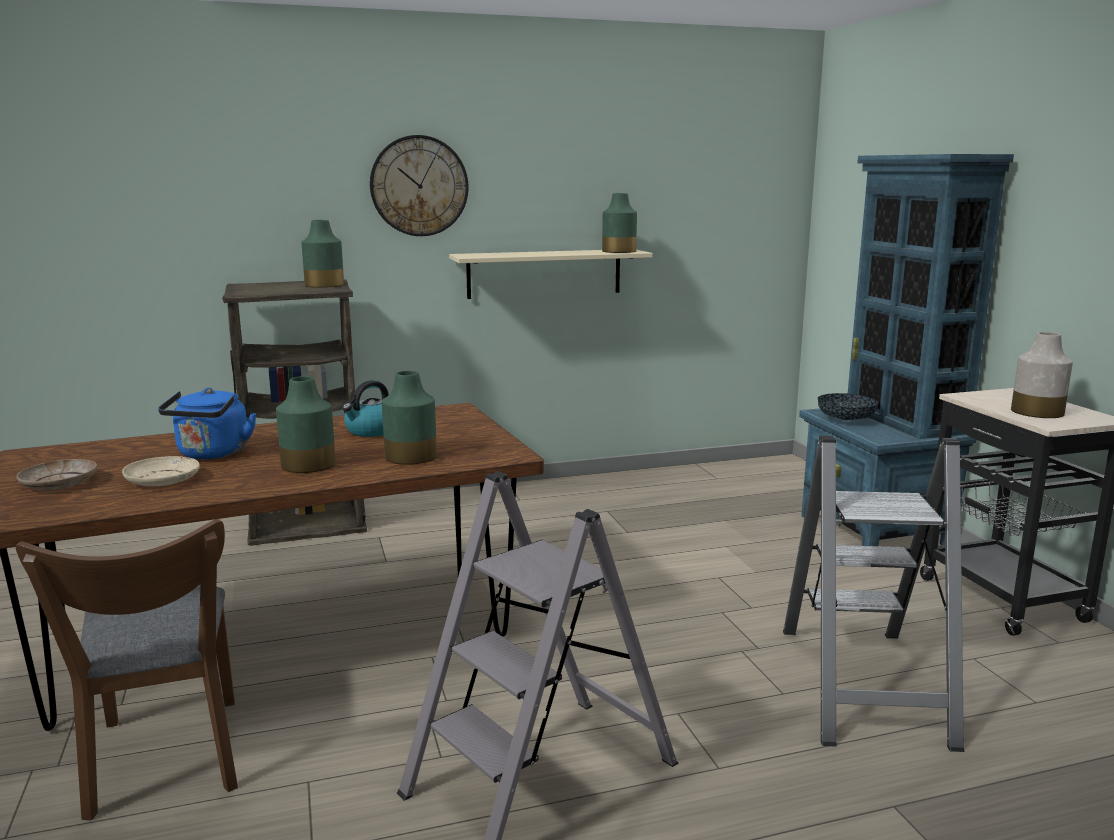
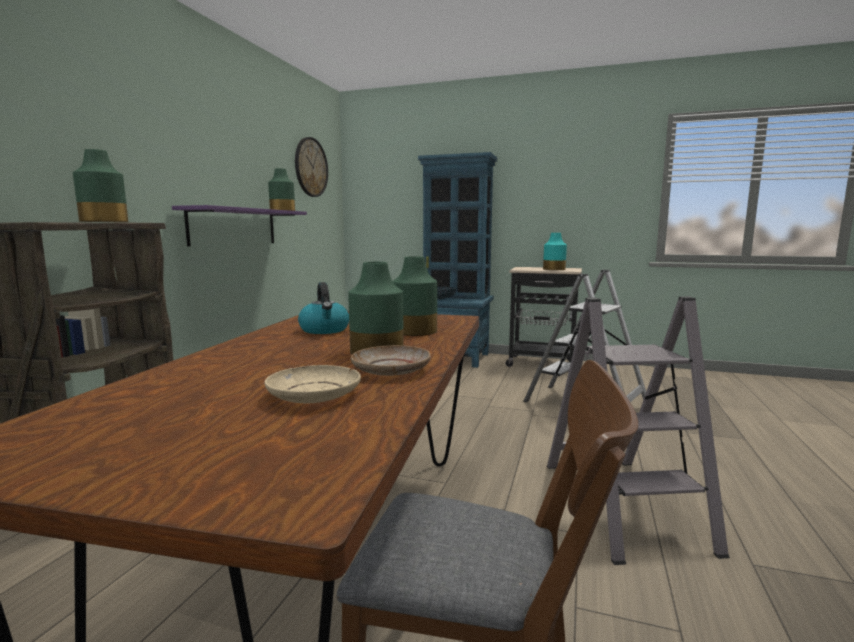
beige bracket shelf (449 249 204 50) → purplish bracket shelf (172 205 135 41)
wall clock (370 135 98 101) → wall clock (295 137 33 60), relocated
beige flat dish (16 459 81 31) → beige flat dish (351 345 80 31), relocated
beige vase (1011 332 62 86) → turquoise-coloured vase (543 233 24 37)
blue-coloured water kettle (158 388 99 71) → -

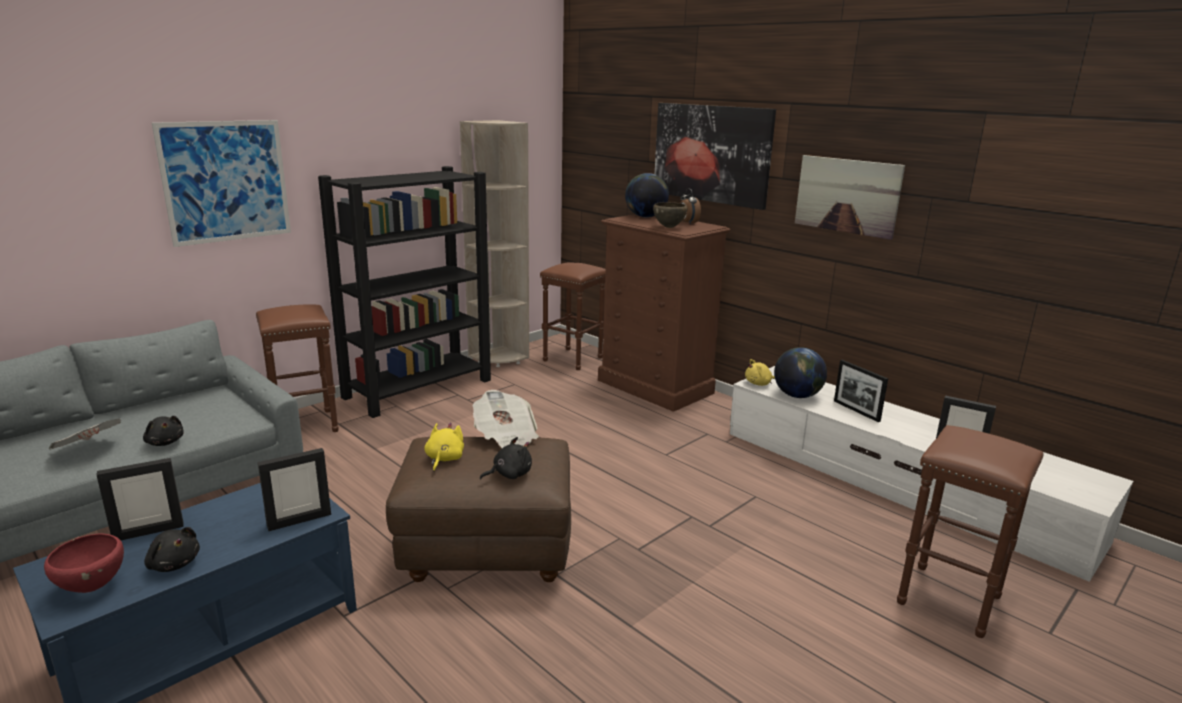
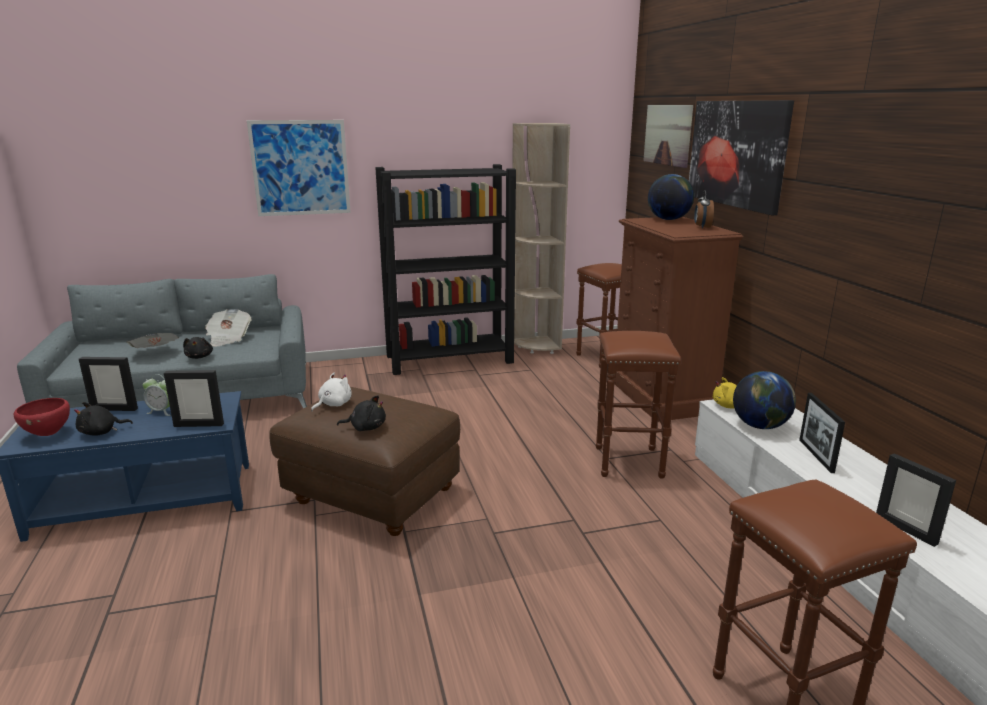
black cuddly toy (144 527 56 45) → black cuddly toy (74 402 59 34), 90 degrees clockwise
- → table clock (143 374 27 42)
daily paper (473 390 66 58) → daily paper (205 309 46 37), relocated
yellowish cuddly toy (424 422 40 50) → white cuddly toy (311 373 41 38)
brownish sitting stool (256 304 83 128) → brownish sitting stool (596 331 85 148), relocated
picture (795 155 110 85) → picture (643 105 50 63), relocated
brownish deep dish (653 202 35 26) → -

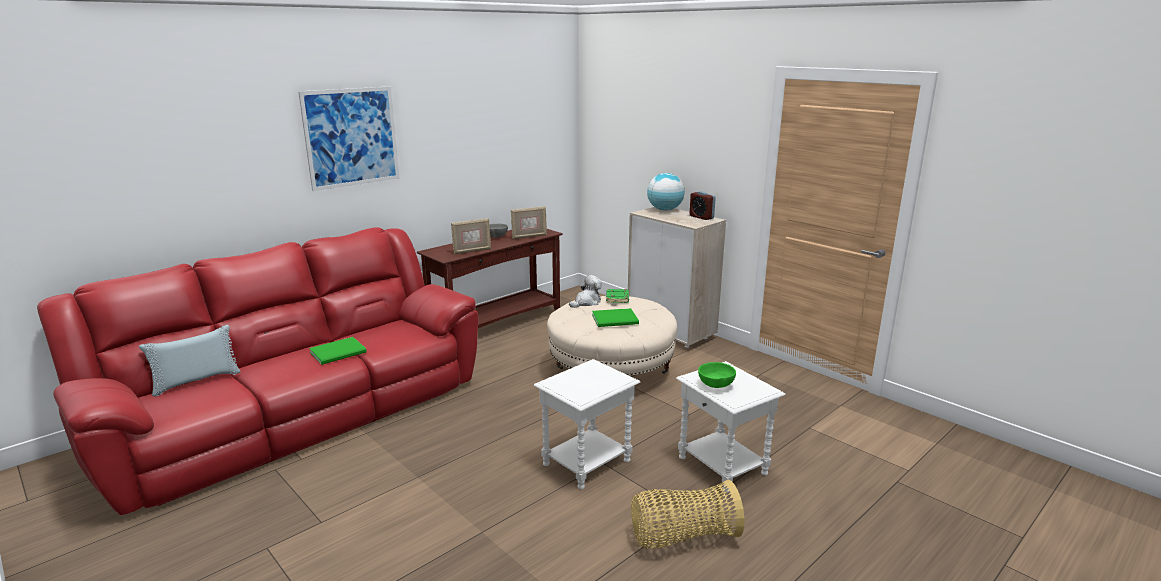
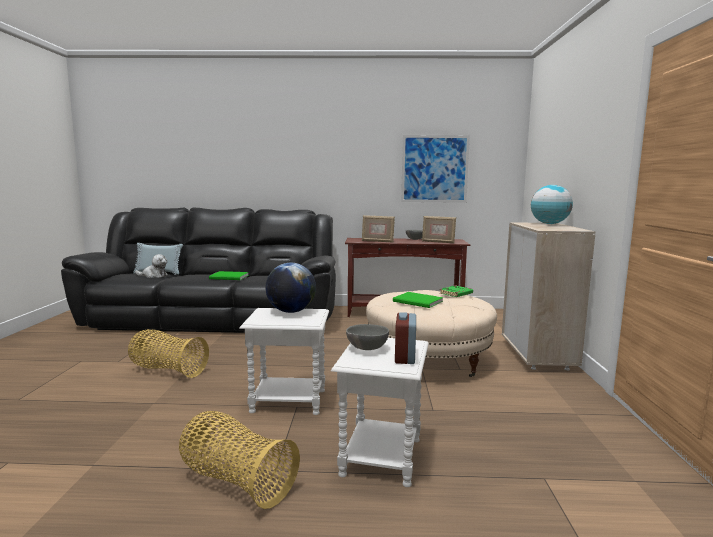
red-coloured sofa (37 227 441 288) → black sofa (61 208 275 125)
- → household basket (128 329 81 49)
cuddly toy (569 275 33 33) → cuddly toy (135 254 33 24), relocated
- → desk globe (265 263 51 50)
green-coloured deep dish (698 362 38 26) → gray deep dish (346 324 43 26)
table clock (690 191 26 29) → table clock (395 312 21 52), relocated
picture (298 87 101 104) → picture (401 135 69 68), relocated

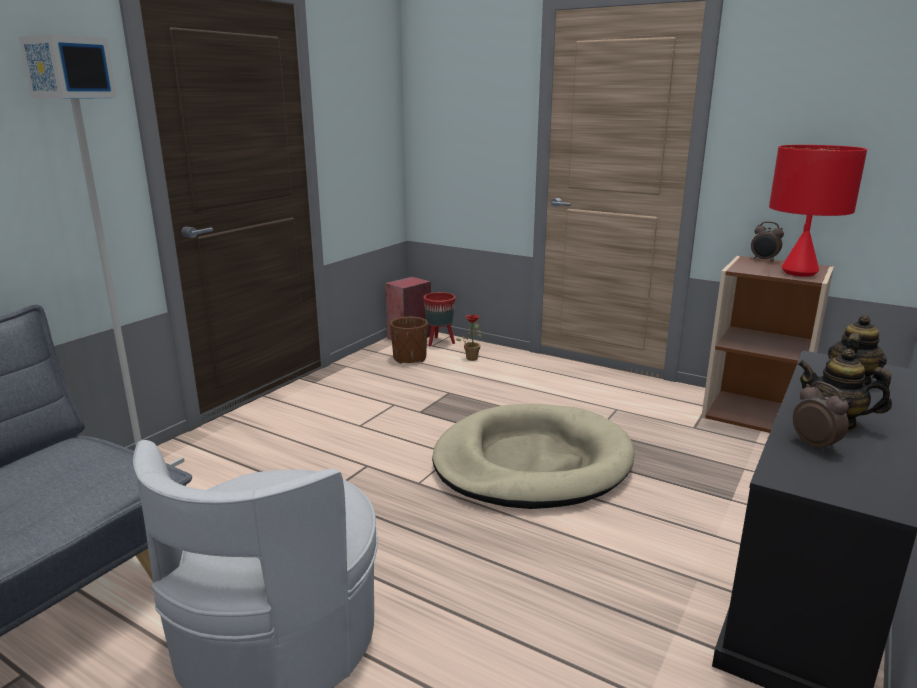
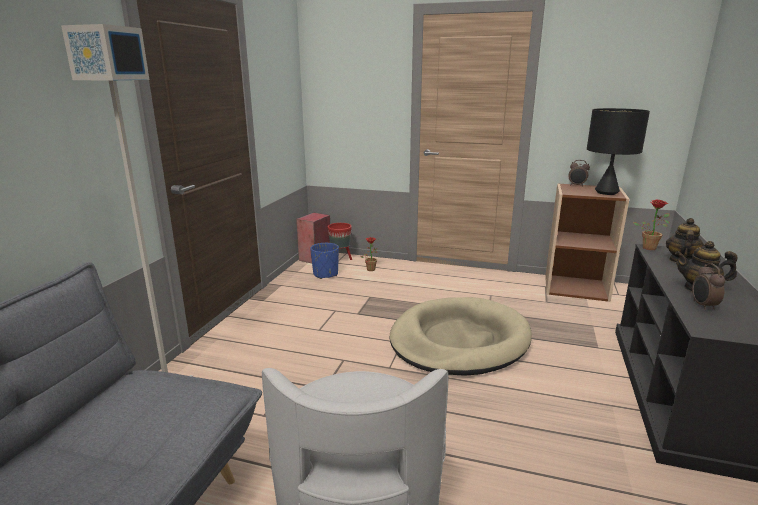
brownish plant pot (390 317 38 47) → blue-coloured plant pot (310 243 29 36)
red-coloured table lamp (769 145 98 132) → black table lamp (587 108 63 87)
- → plant in a pot (633 200 37 50)
table clock (793 381 56 71) → table clock (692 263 33 47), 135 degrees counterclockwise

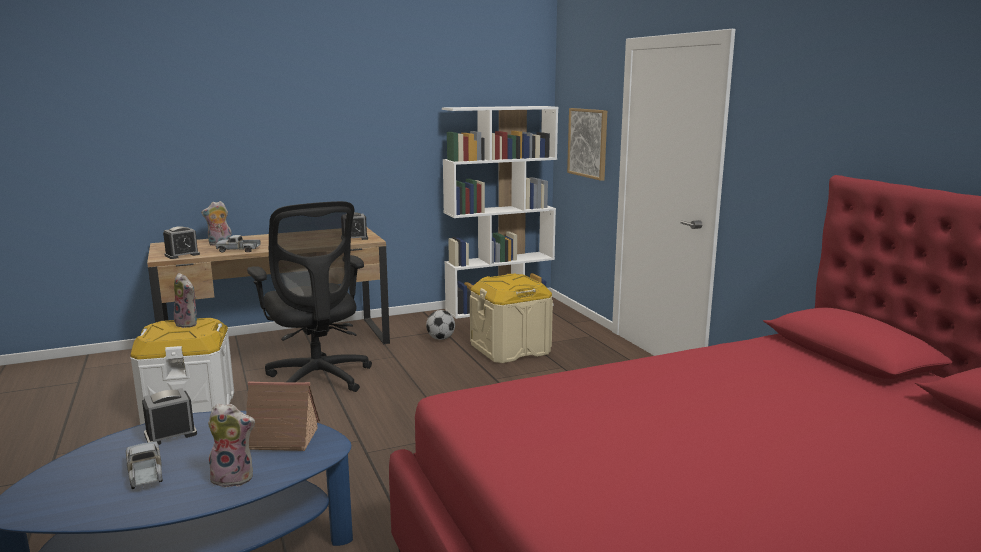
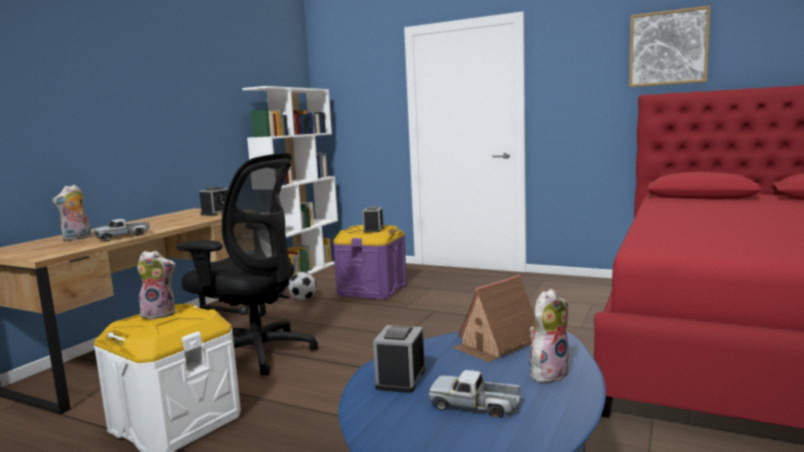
beige storage box (470 274 83 89) → purplish storage box (333 225 74 74)
table clock (163 226 37 33) → table clock (362 206 22 26), relocated
picture (567 108 40 73) → picture (629 6 81 81), relocated

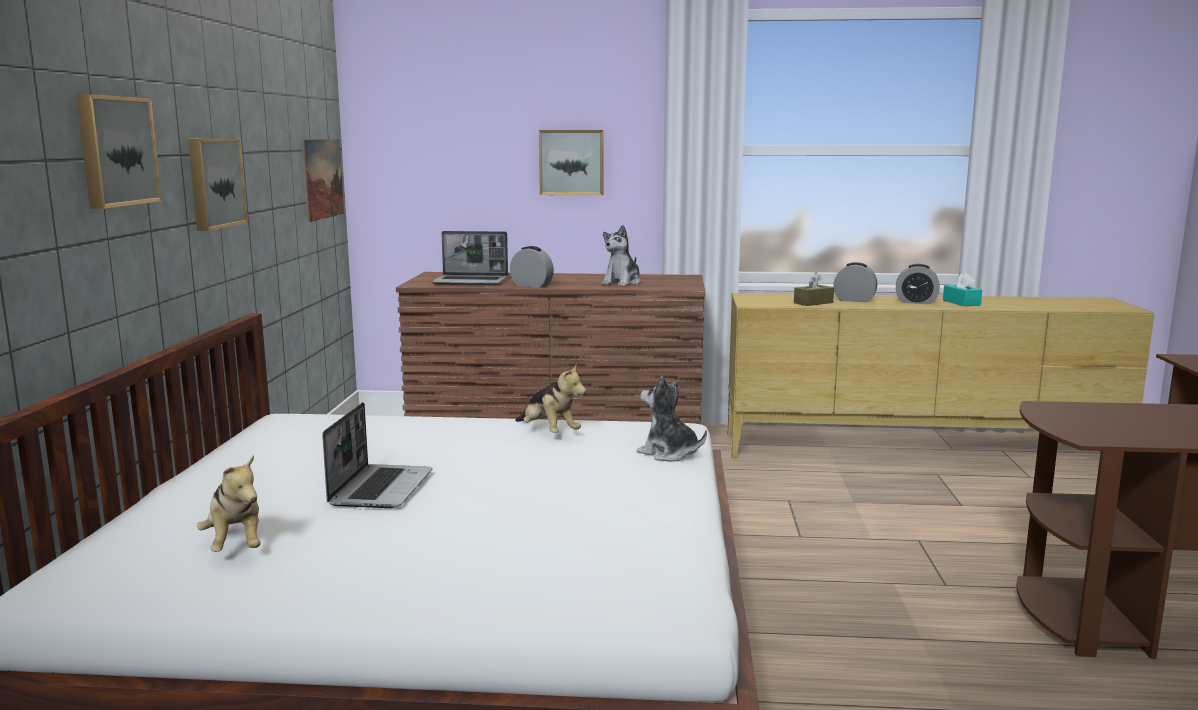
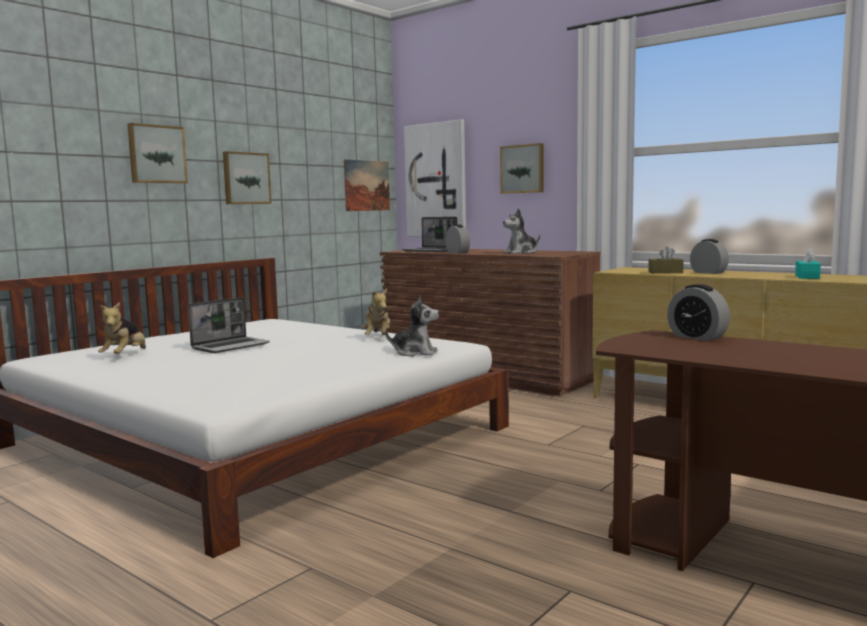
cuddly toy (637 376 70 86) → cuddly toy (385 295 54 62), 120 degrees clockwise
- → picture (404 119 62 118)
table clock (896 264 44 40) → table clock (667 284 63 57), relocated

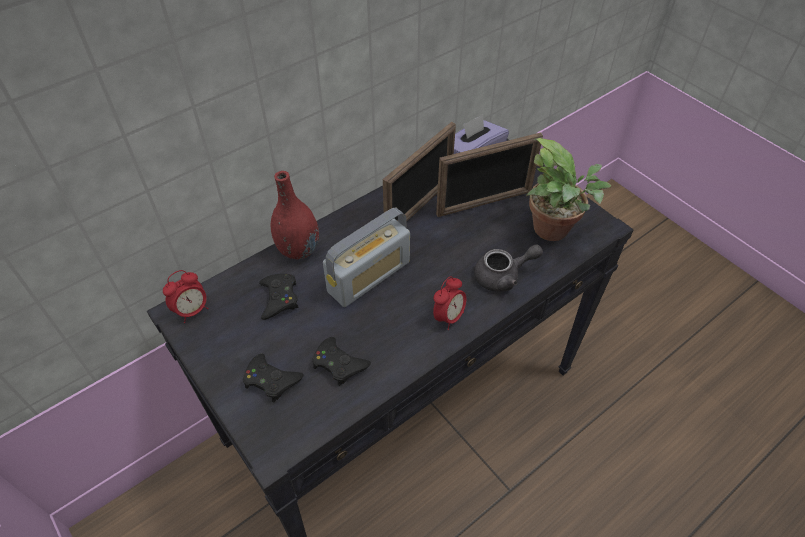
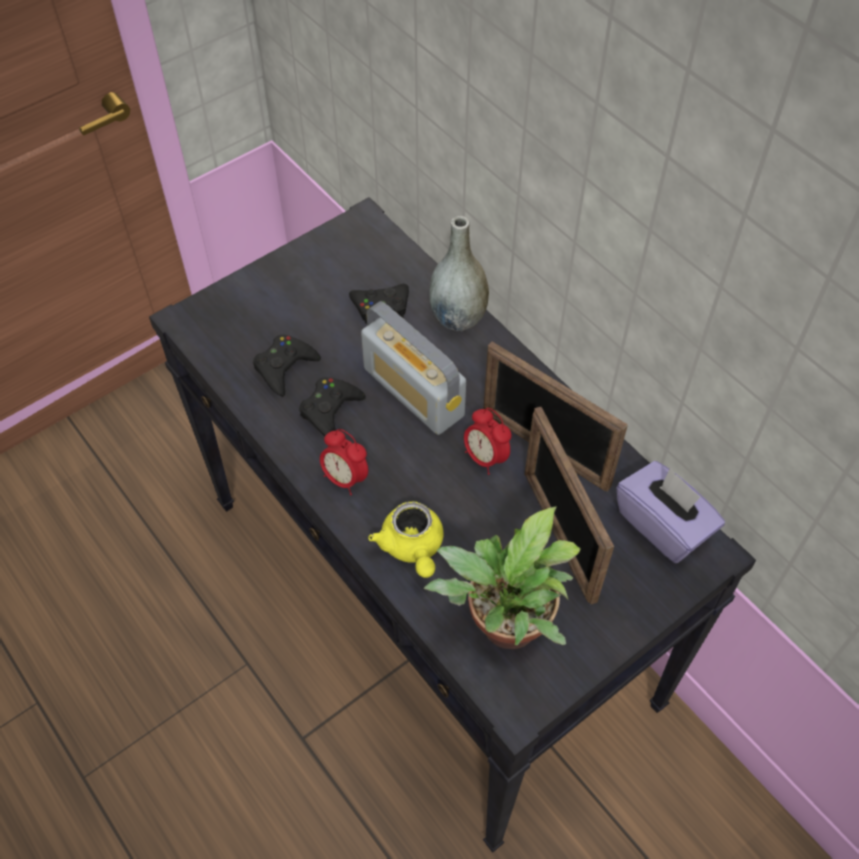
black gamepad (243 354 61 48) → black gamepad (299 377 67 59), relocated
gray pot for tea (474 244 69 47) → yellowish pot for tea (368 501 76 77)
red-coloured vase (271 171 48 88) → gray vase (429 216 60 115)
table clock (163 270 46 53) → table clock (464 408 48 67), relocated

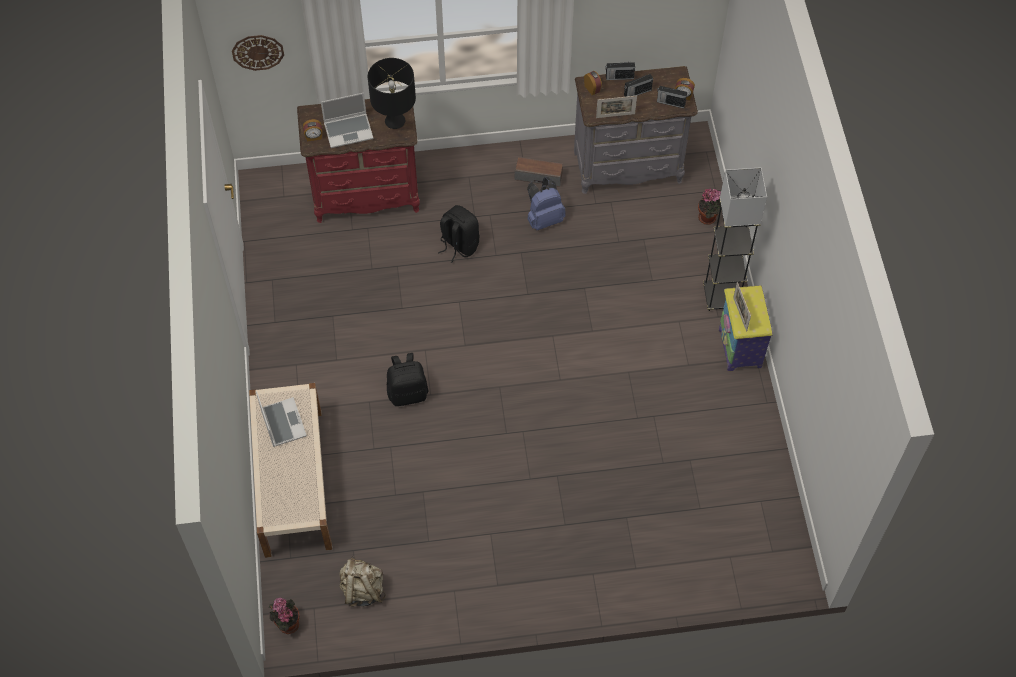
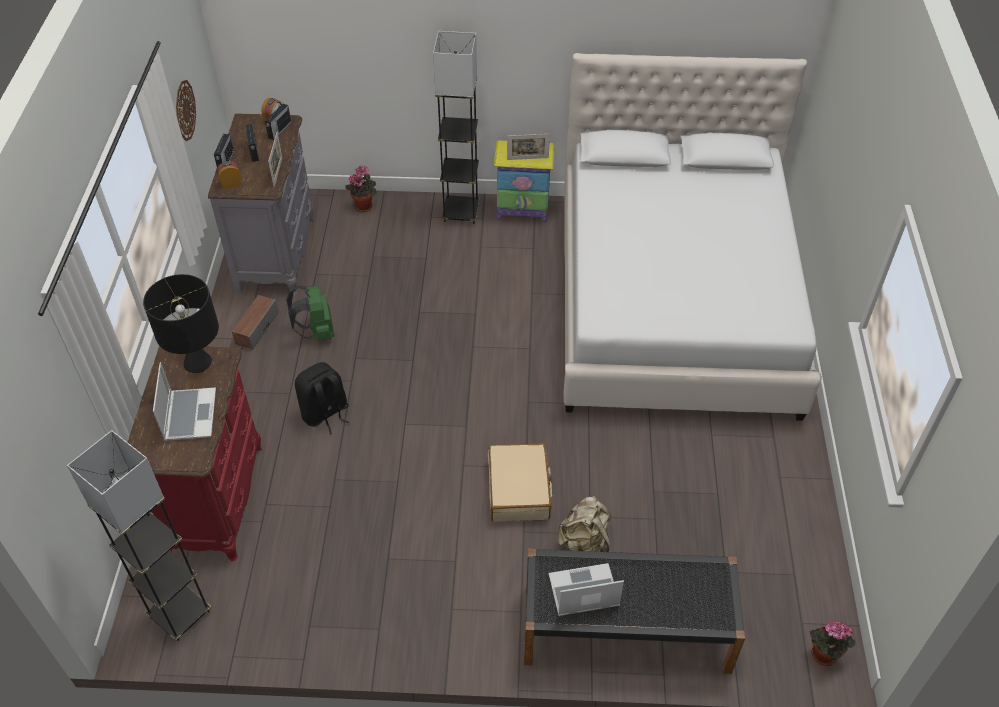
- → gray standing lamp (67 430 145 211)
wall clock (232 35 52 36) → wall clock (176 80 20 61), relocated
blue-coloured backpack (527 177 39 53) → green-coloured backpack (286 286 48 54)
black backpack (387 353 41 53) → beige suitcase (488 443 65 79)
beige indoor bench (249 383 83 175) → black indoor bench (524 549 221 125)
beige backpack (339 556 47 51) → beige backpack (558 496 53 56), relocated
- → white sleeping bed (563 53 259 368)
table clock (303 119 20 22) → -

